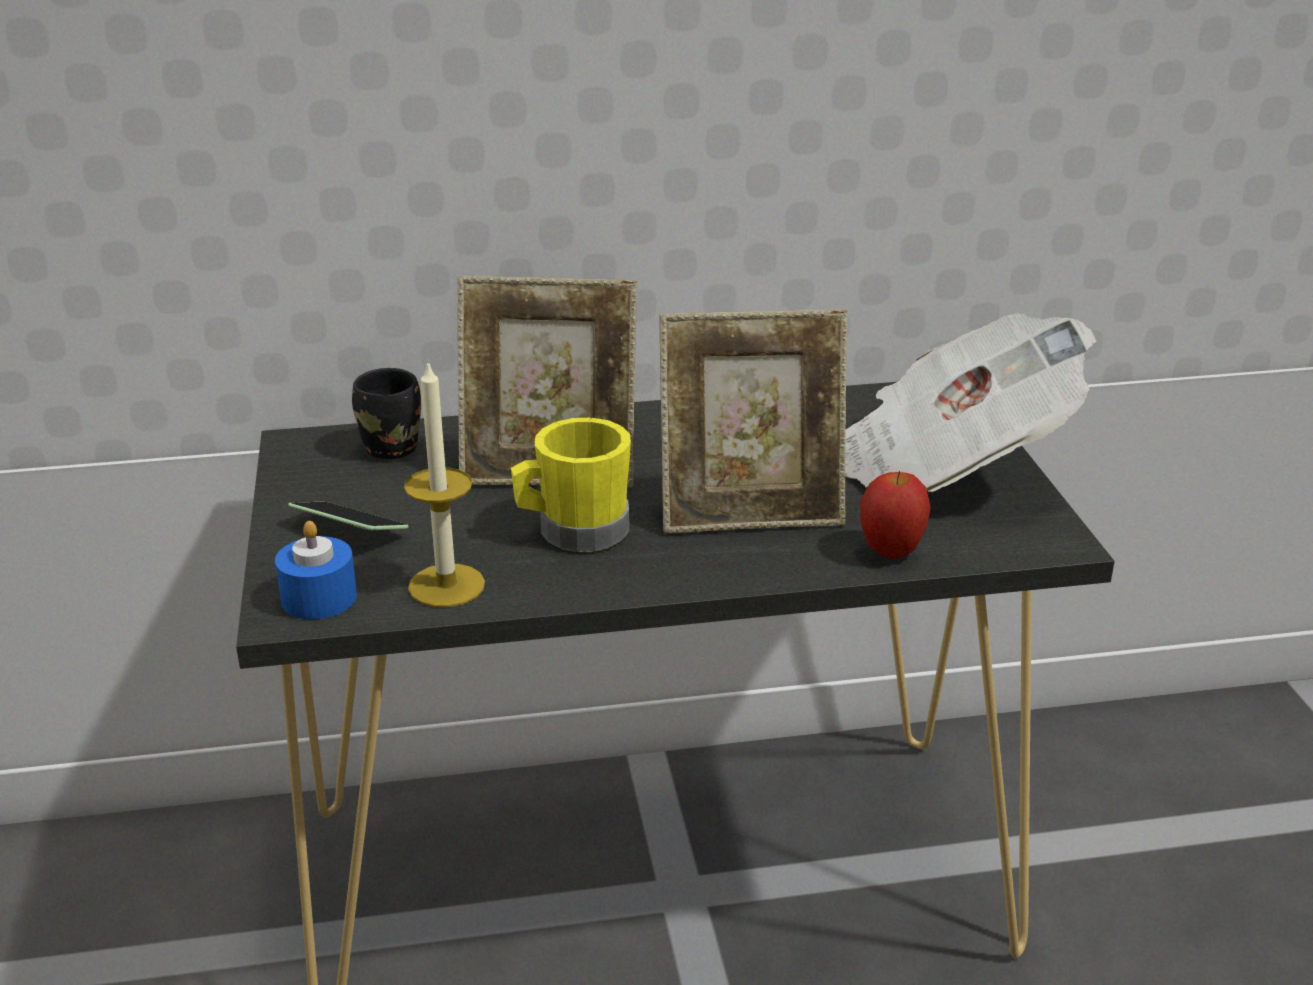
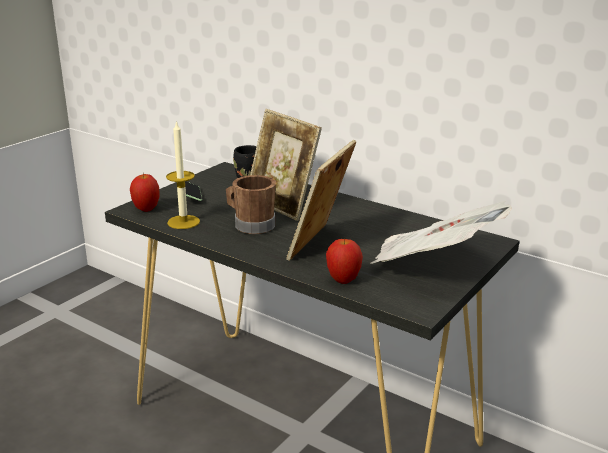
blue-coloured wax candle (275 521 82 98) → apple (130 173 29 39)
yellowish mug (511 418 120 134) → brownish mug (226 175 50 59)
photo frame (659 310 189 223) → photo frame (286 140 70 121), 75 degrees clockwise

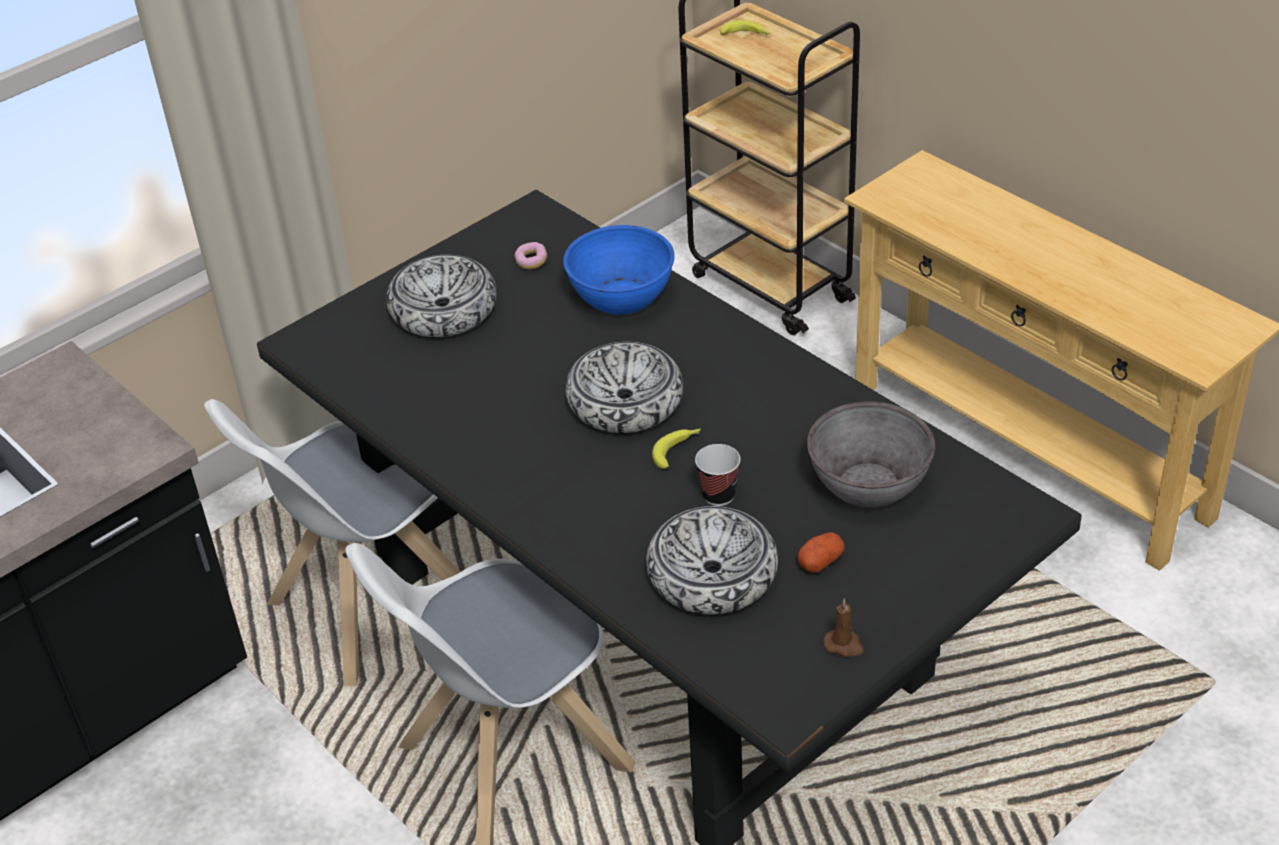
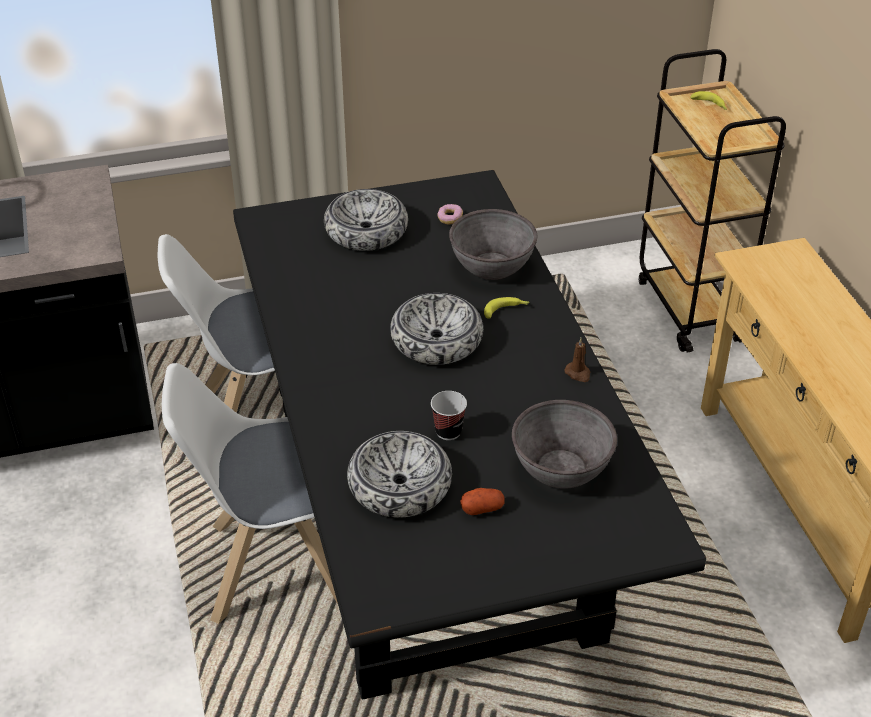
blue-coloured deep dish (563 225 112 90) → gray deep dish (449 209 88 71)
banana (652 428 49 41) → banana (484 297 45 22), relocated
brownish wax candle (823 599 41 58) → brownish wax candle (564 338 26 44), relocated

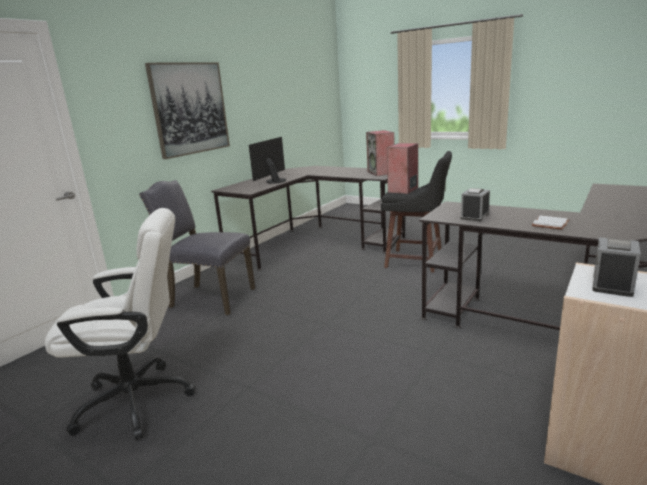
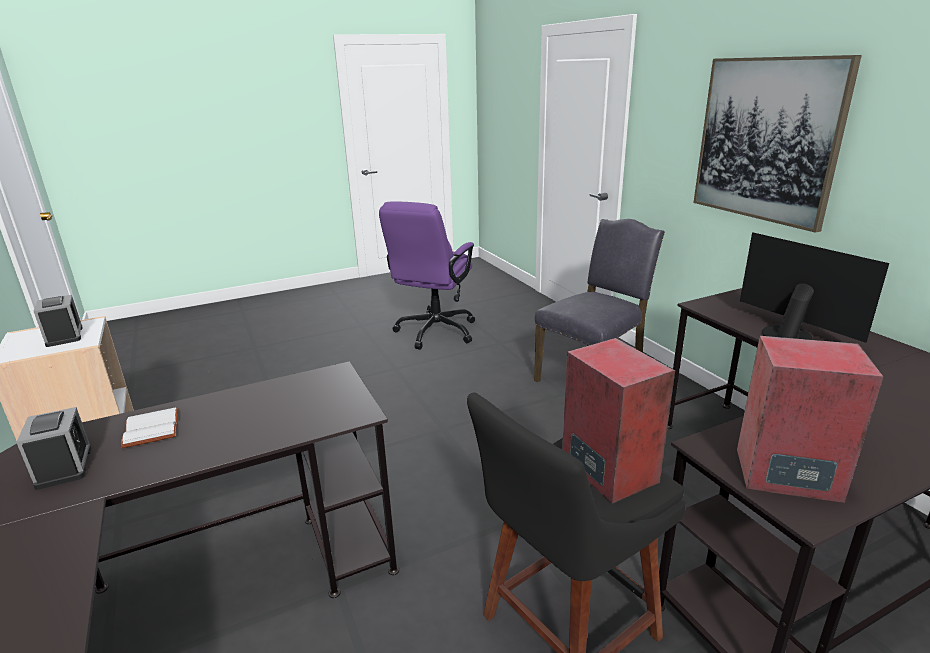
table clock (460 188 30 33) → table clock (16 407 75 83), relocated
white desk chair (45 208 151 232) → purplish desk chair (379 201 96 149)

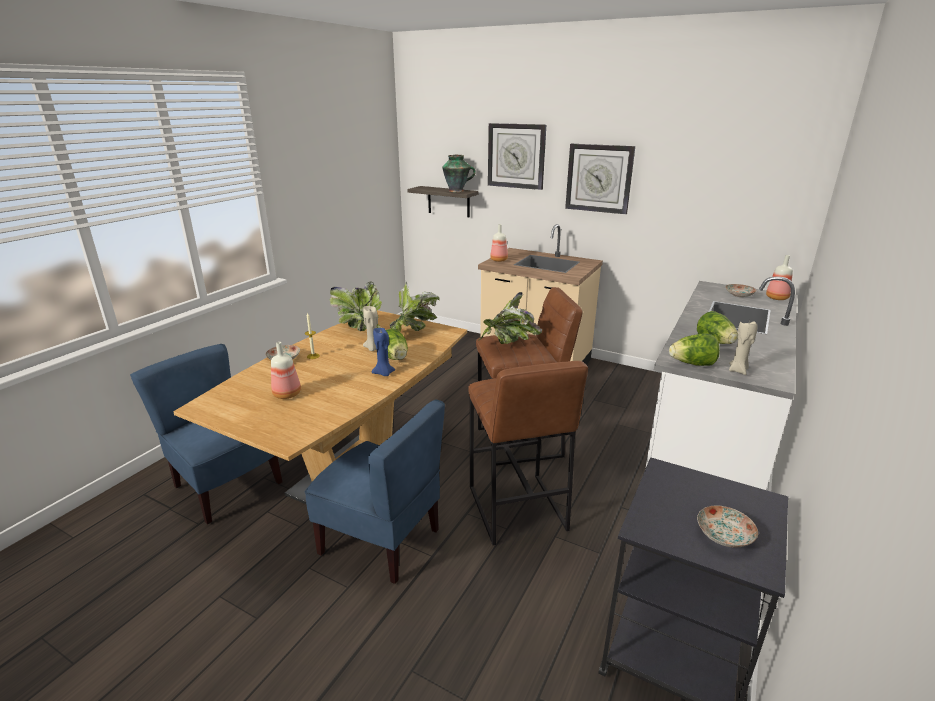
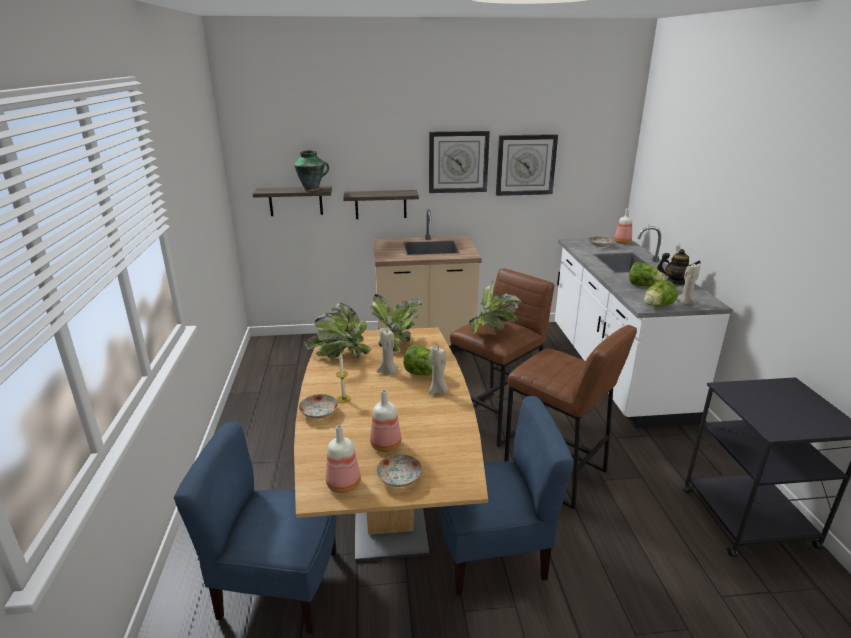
drink bottle (490 224 18 38) → drink bottle (326 425 35 68), relocated
- → bracket shelf (343 190 76 29)
flat dish (697 506 61 41) → flat dish (376 454 46 33), relocated
blue-coloured wax candle (372 328 23 48) → beige wax candle (429 345 19 50)
wall clock (488 123 58 67) → wall clock (496 134 62 62), relocated
- → pot for tea (657 249 44 36)

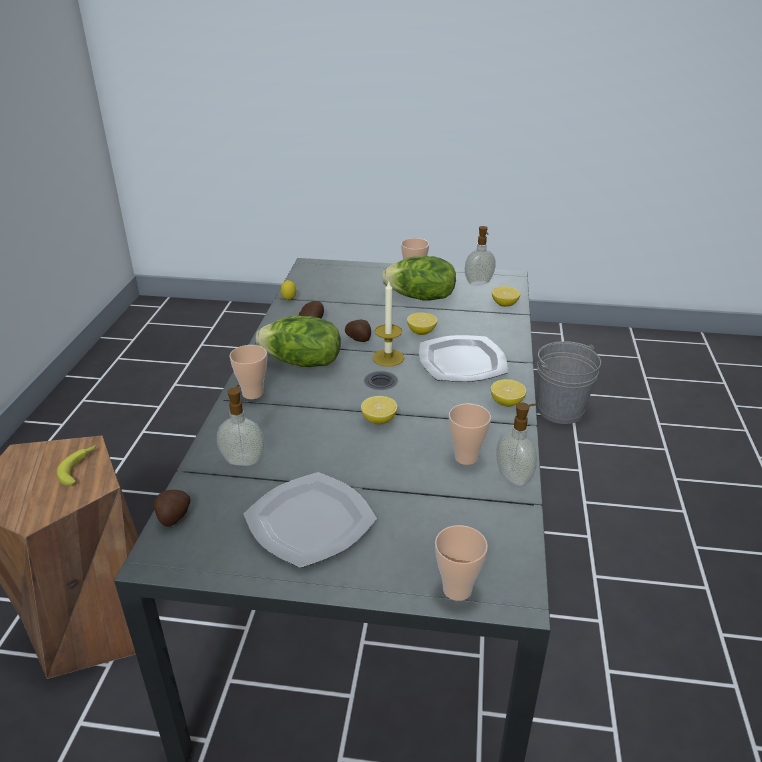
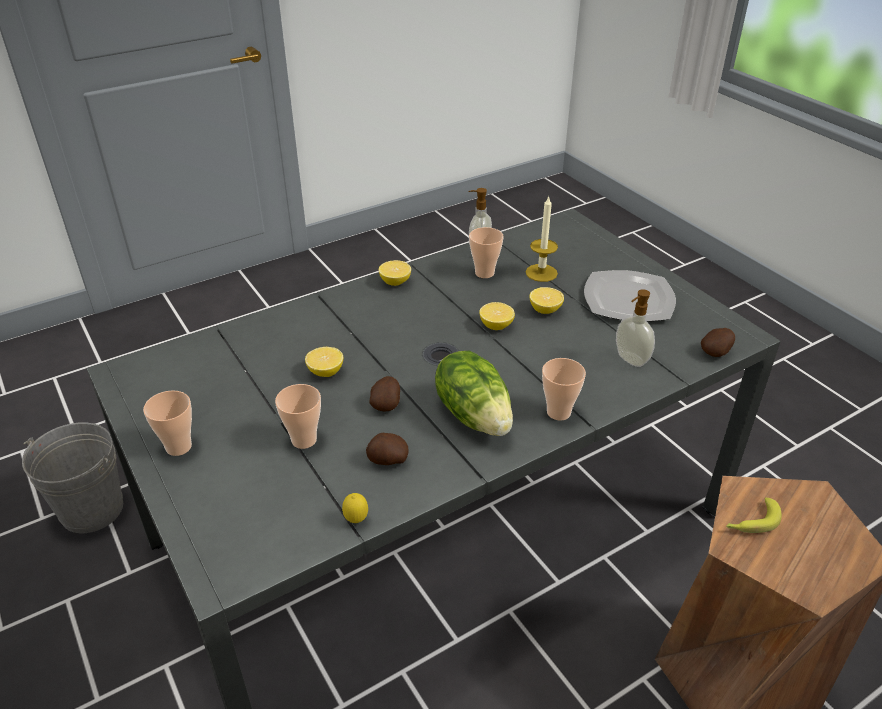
drinking cup (435 525 53 76) → drinking cup (275 384 46 65), relocated
wax candle (372 282 32 85) → wax candle (526 195 32 87), relocated
whole lemon (492 286 29 21) → whole lemon (529 287 35 27), relocated
lettuce (382 256 74 44) → -
flat dish (419 335 89 47) → -
liquid soap bottle (465 226 31 59) → -

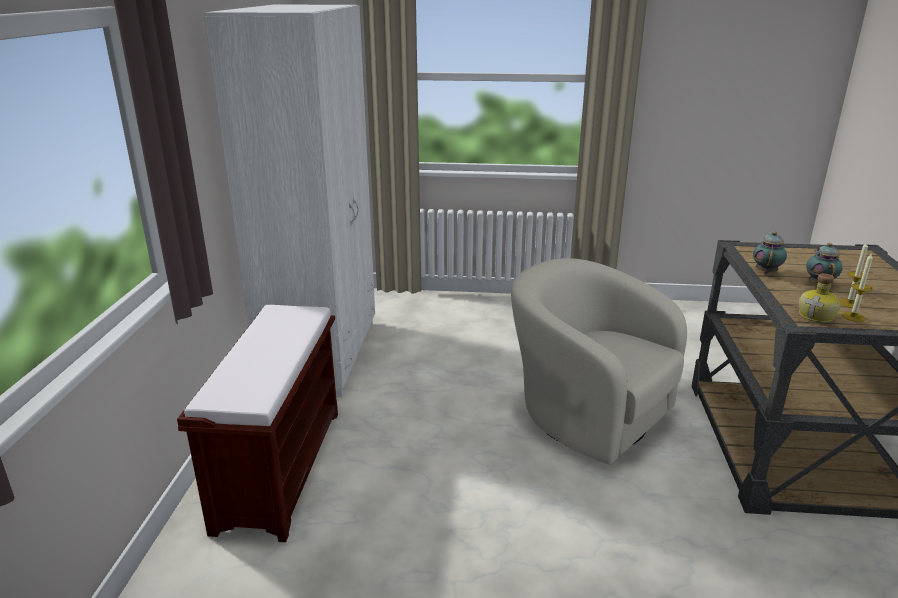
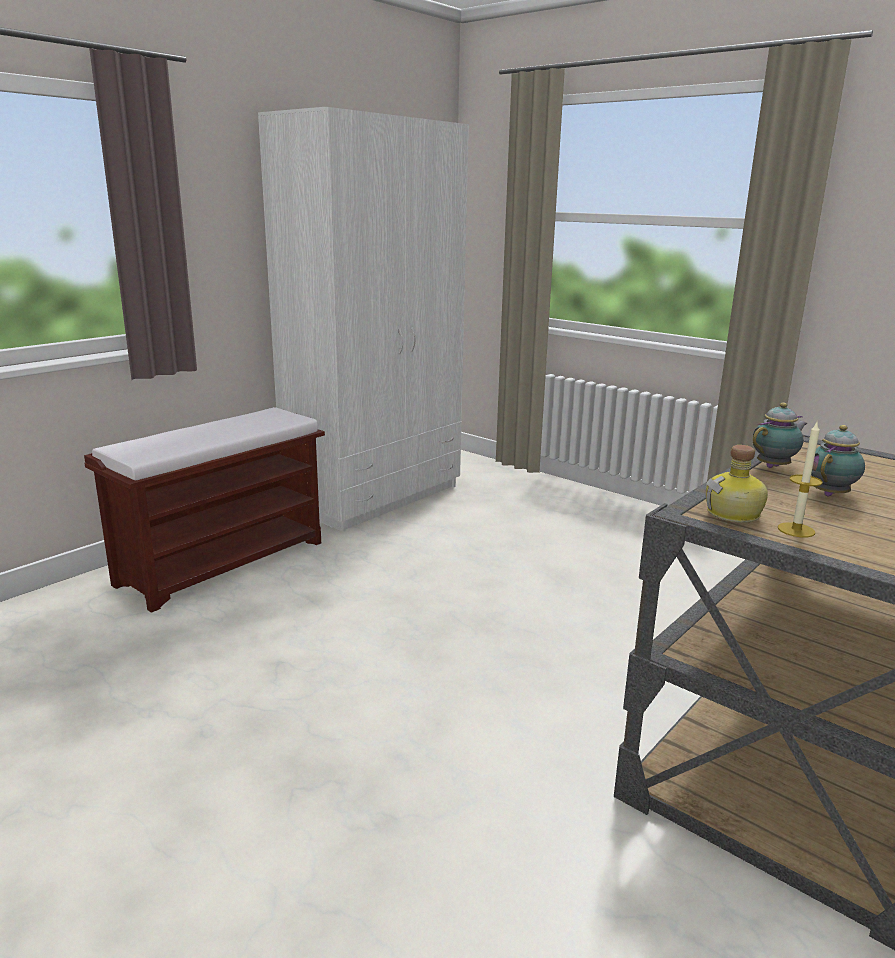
beige armchair (511 258 176 206) → -
wax candle (840 242 28 66) → -

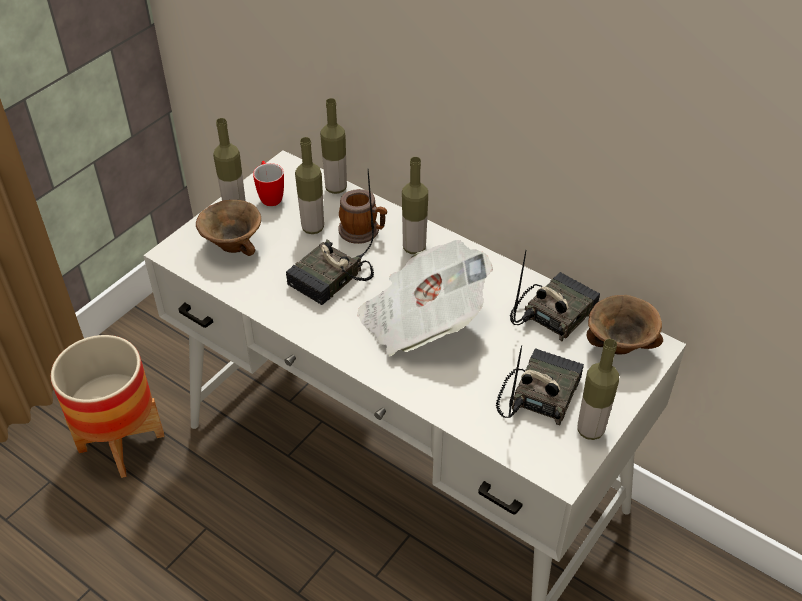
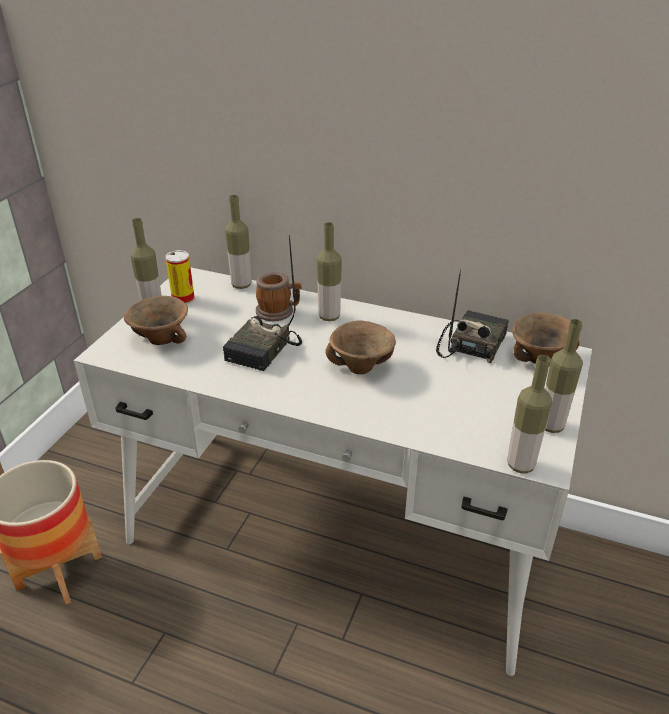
mug (253 161 31 45) → metal can (165 250 30 54)
daily paper (357 240 136 116) → brownish deep dish (325 321 71 53)
drink bottle (295 137 29 97) → drink bottle (507 355 45 118), relocated
radio receiver (496 346 88 79) → -

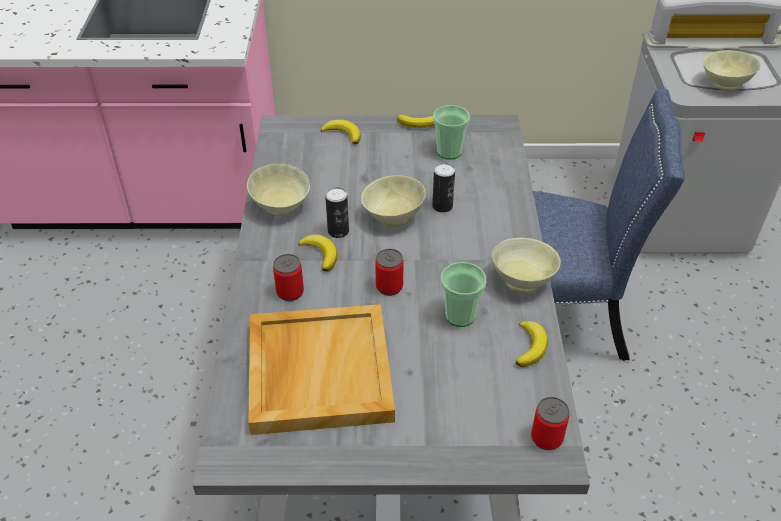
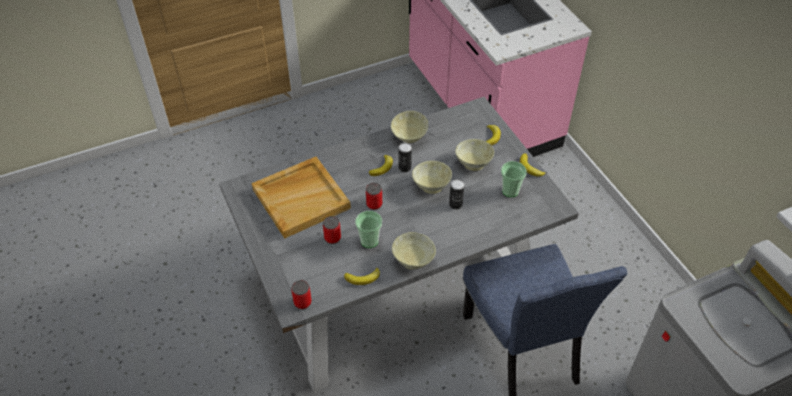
metal can (273 254 31 47) → metal can (323 216 18 28), relocated
beige deep dish (703 50 58 41) → beige deep dish (455 139 39 32), relocated

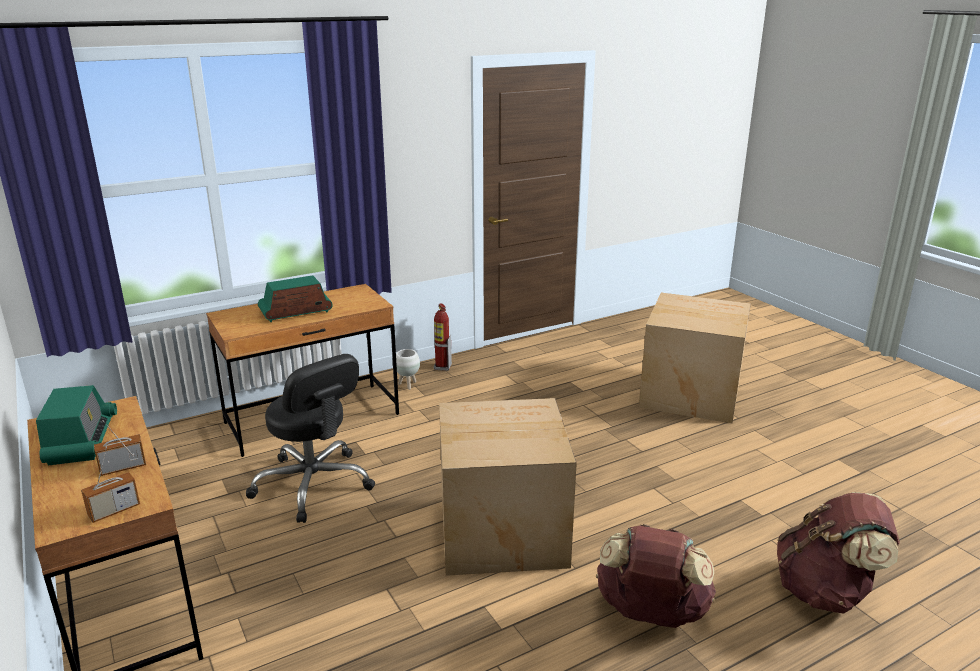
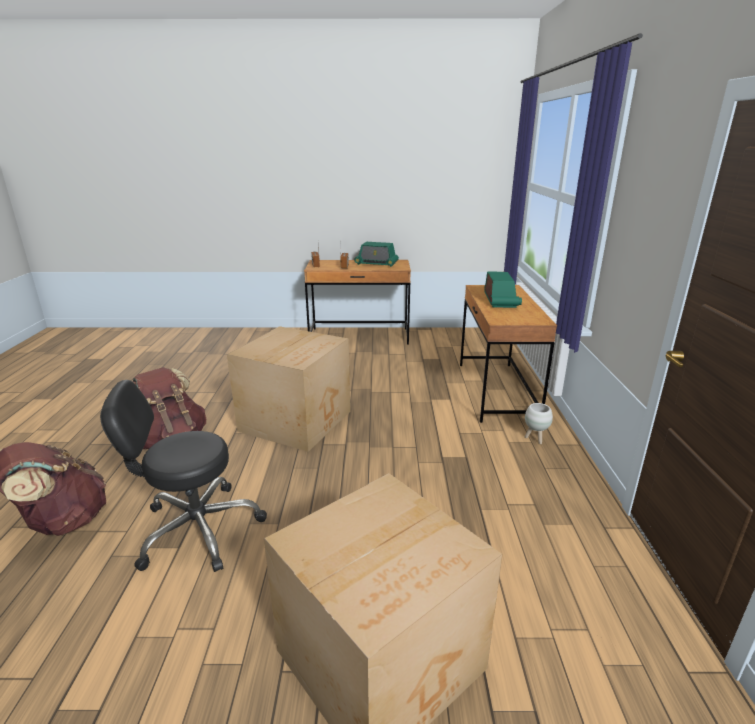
black desk chair (246 354 129 169) → black desk chair (100 380 167 192), relocated
fire-fighting cylinder (433 303 19 68) → -

